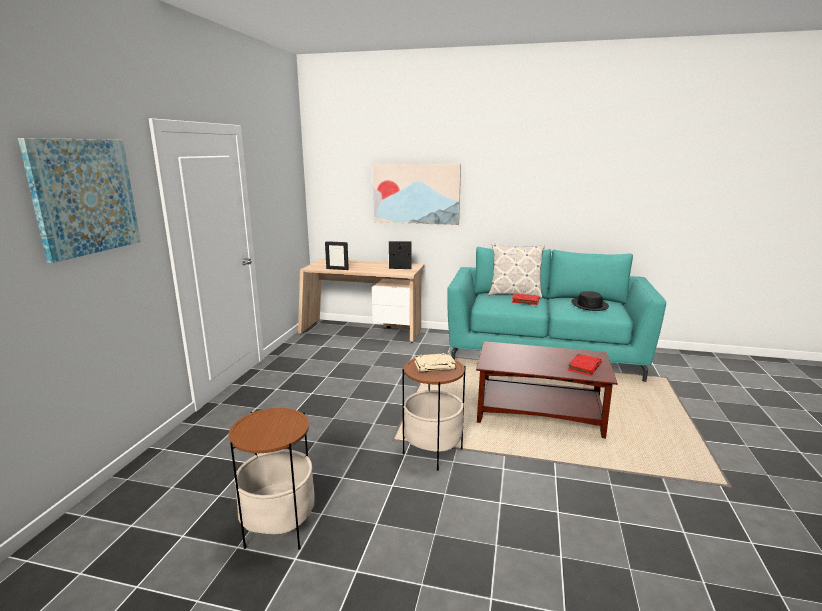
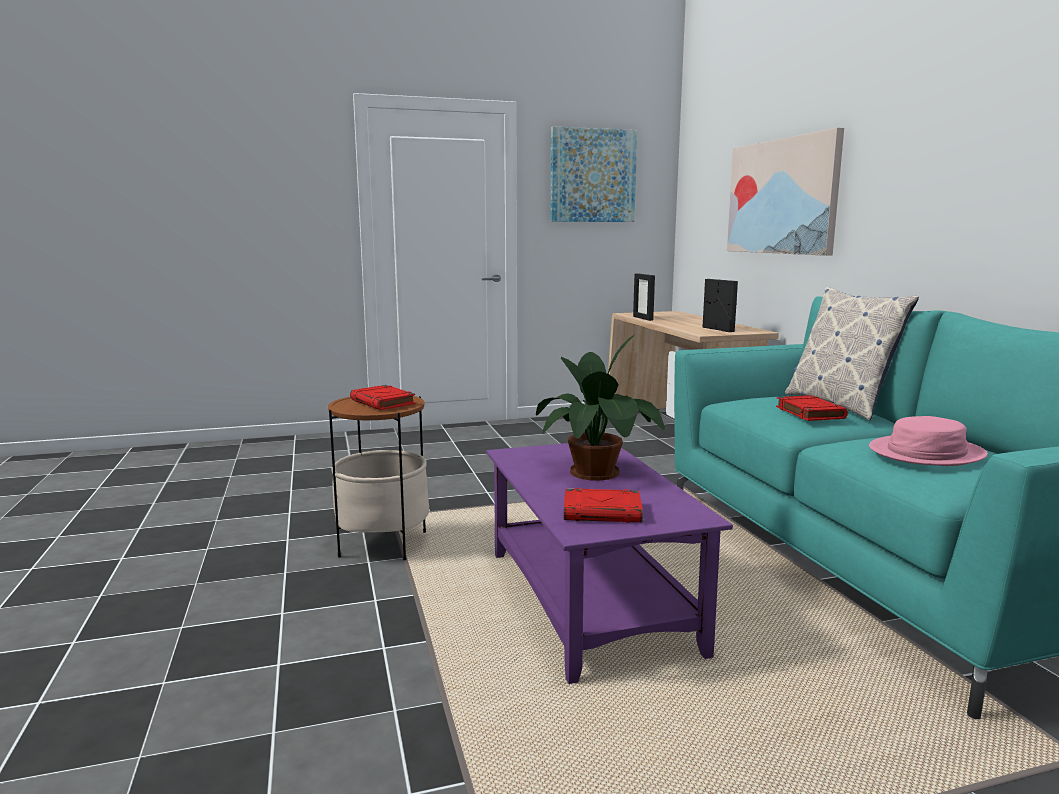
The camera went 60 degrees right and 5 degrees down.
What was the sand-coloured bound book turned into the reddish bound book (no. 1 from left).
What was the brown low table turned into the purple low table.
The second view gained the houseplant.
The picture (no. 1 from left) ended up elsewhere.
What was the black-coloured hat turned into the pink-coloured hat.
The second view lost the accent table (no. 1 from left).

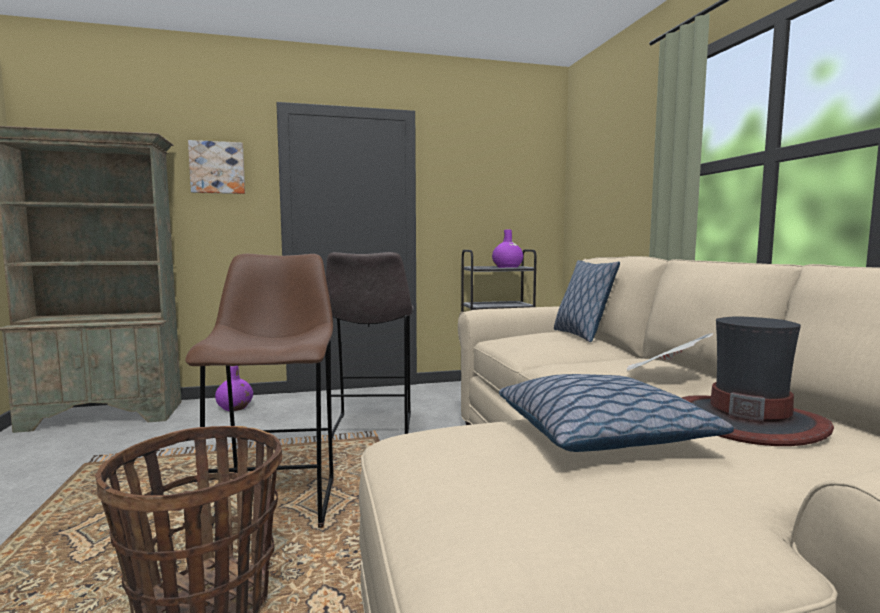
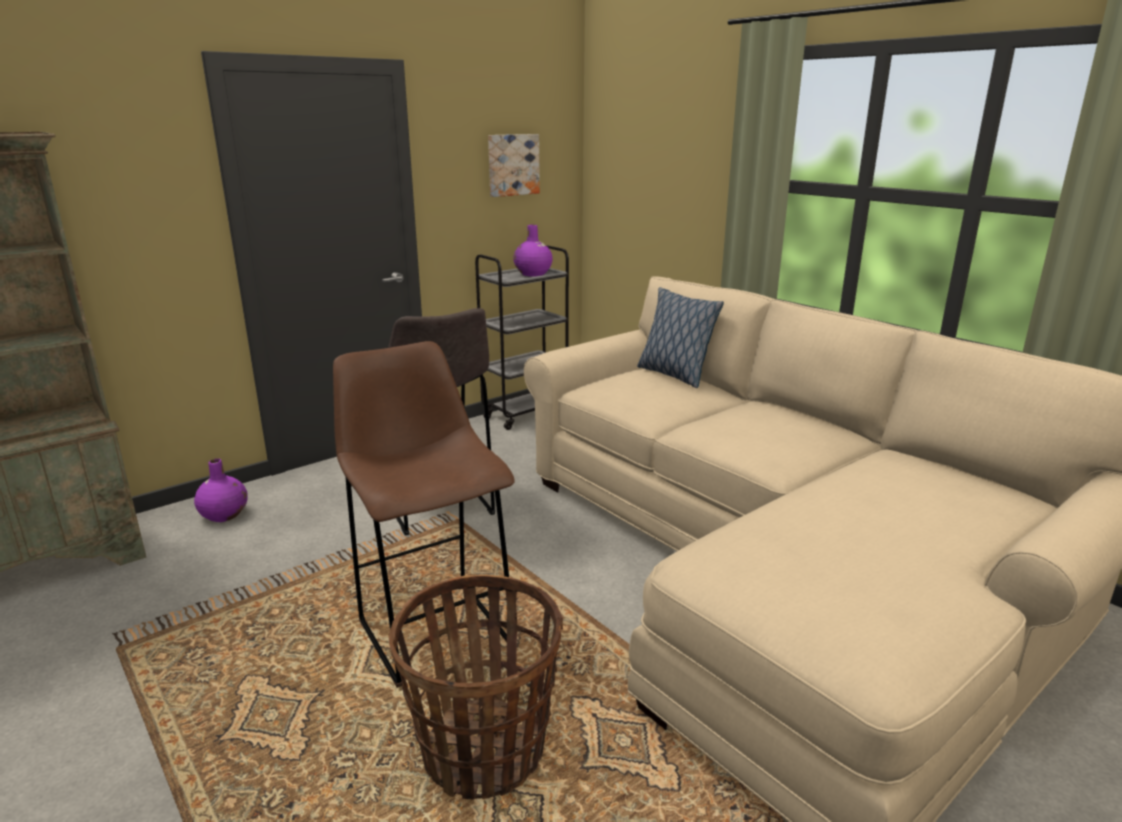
The camera went 25 degrees left and 15 degrees up.
The picture ended up elsewhere.
The second view lost the throw pillow (no. 2 from left).
The second view lost the printed paper.
The second view lost the hat.

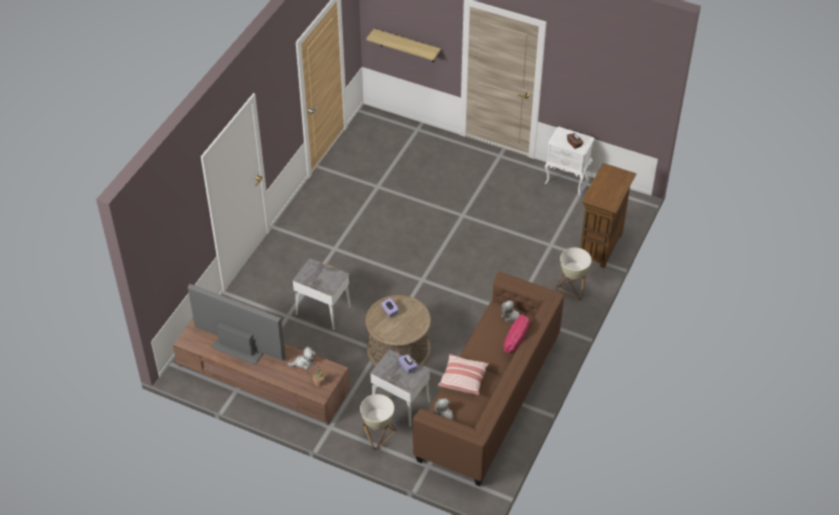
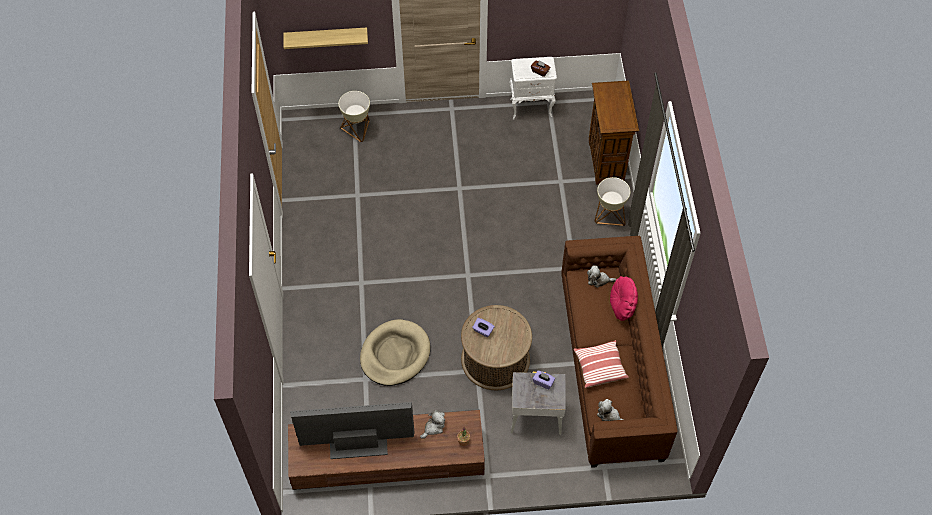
The camera went 30 degrees left and 10 degrees up.
The plant pot (no. 1 from left) ended up elsewhere.
Where the accent table (no. 1 from left) stood, the sand-coloured dog bed came to stand.

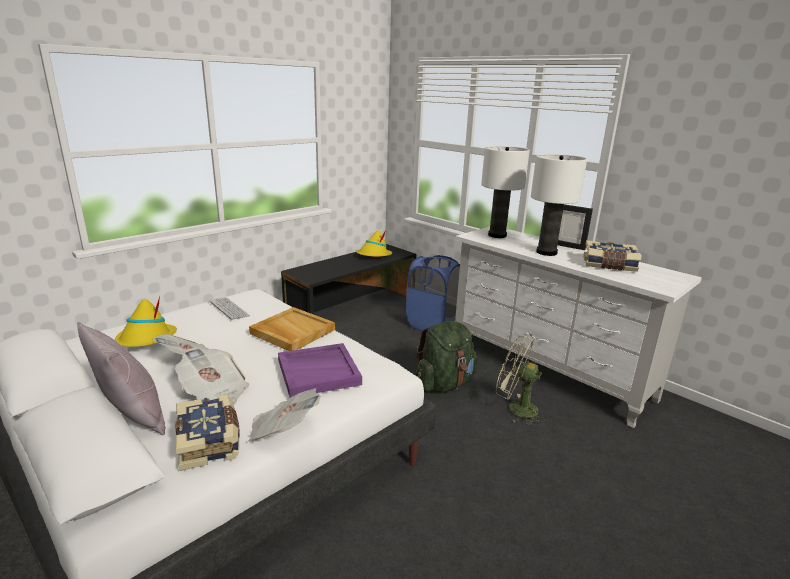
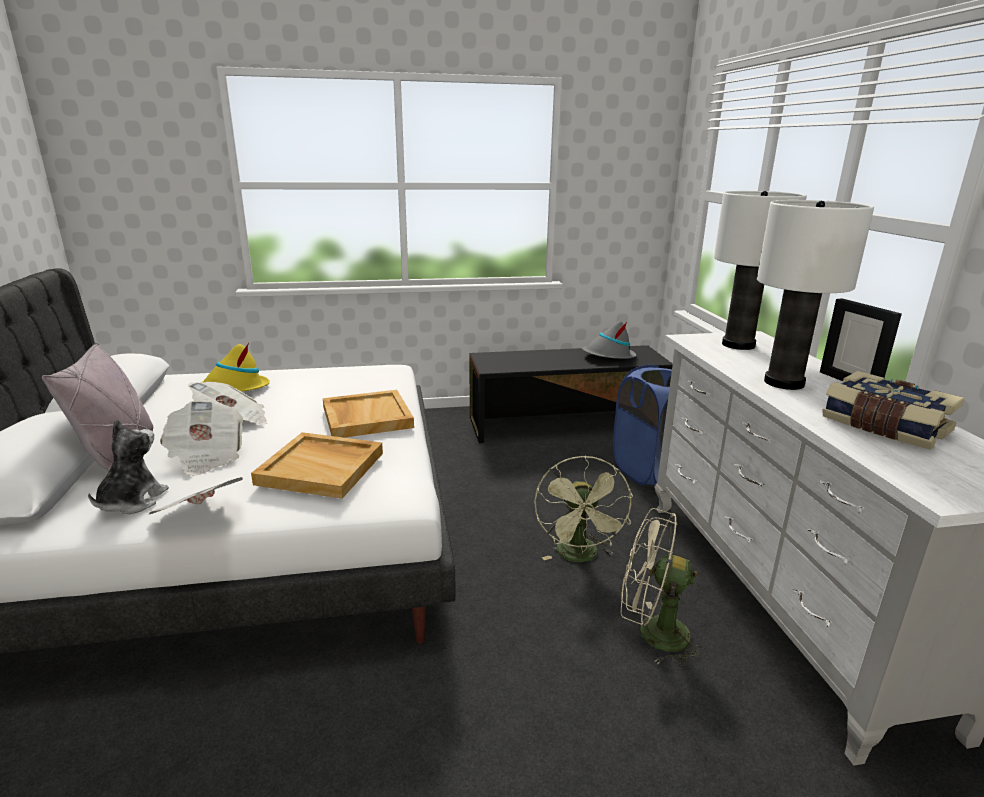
The camera went 35 degrees right and 0 degrees up.
Where the bound book (no. 1 from left) stood, the cuddly toy came to stand.
What was the purple carrying tray turned into the sand-coloured carrying tray (no. 1 from left).
Where the green-coloured knapsack stood, the green-coloured electric fan came to stand.
What was the yellow-coloured hat (no. 2 from left) turned into the greyish hat.
The sand-coloured electric fan ended up facing another way, 45 degrees counterclockwise from before.
The second view lost the PC keyboard.

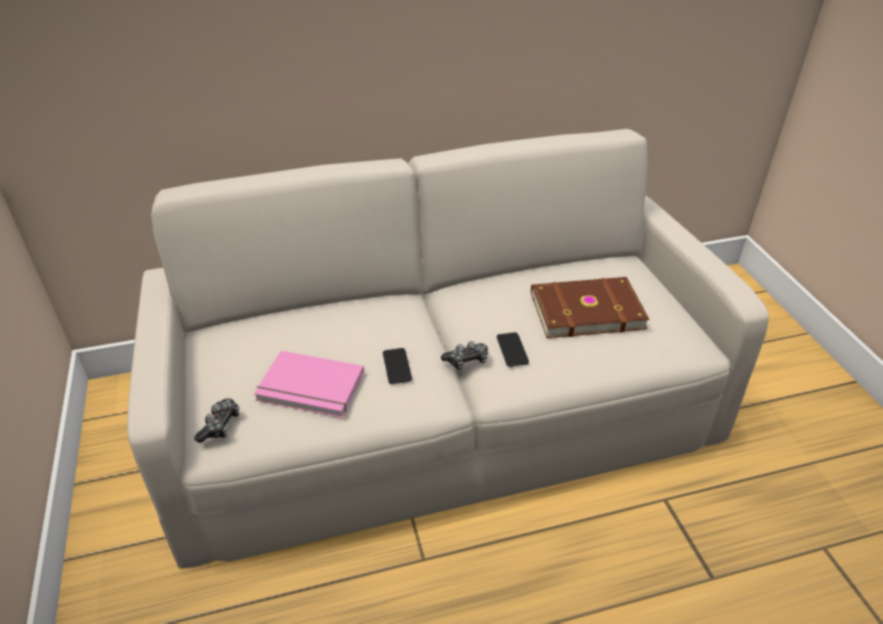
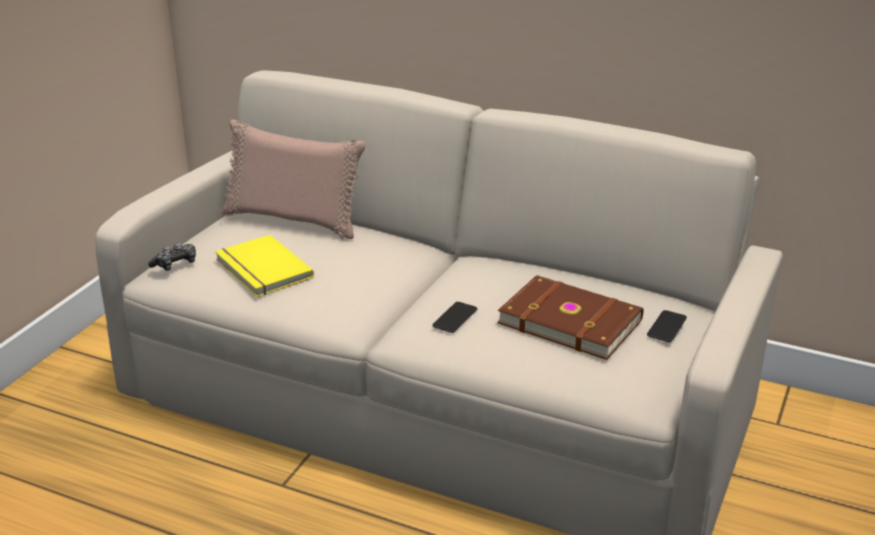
The camera went 40 degrees right and 10 degrees down.
What was the pink-coloured bound book turned into the yellow-coloured bound book.
The second view gained the sand-coloured throw pillow.
The telephone (no. 1 from left in the first image) ended up elsewhere.
The second view lost the joypad (no. 2 from left).

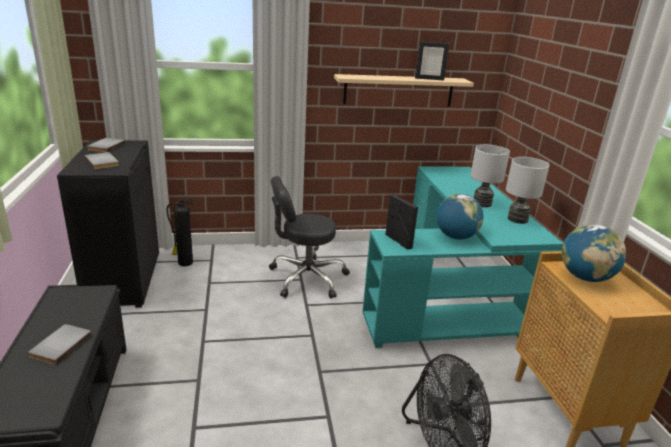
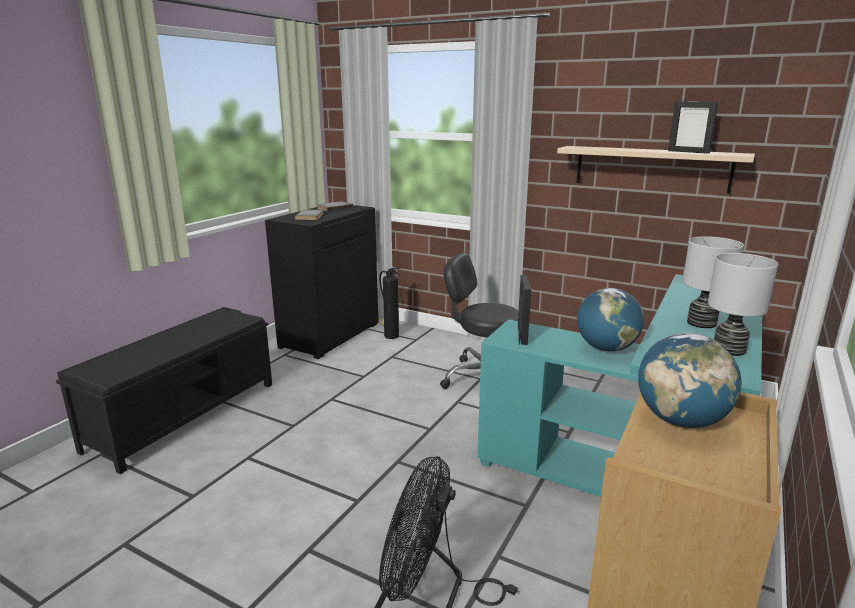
The camera went 40 degrees right and 5 degrees down.
The second view lost the greyish bound book (no. 1 from left).

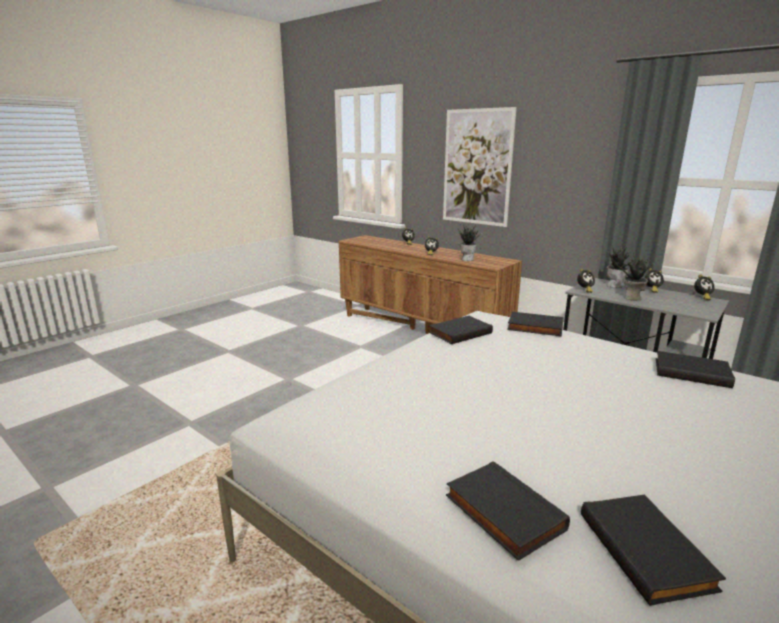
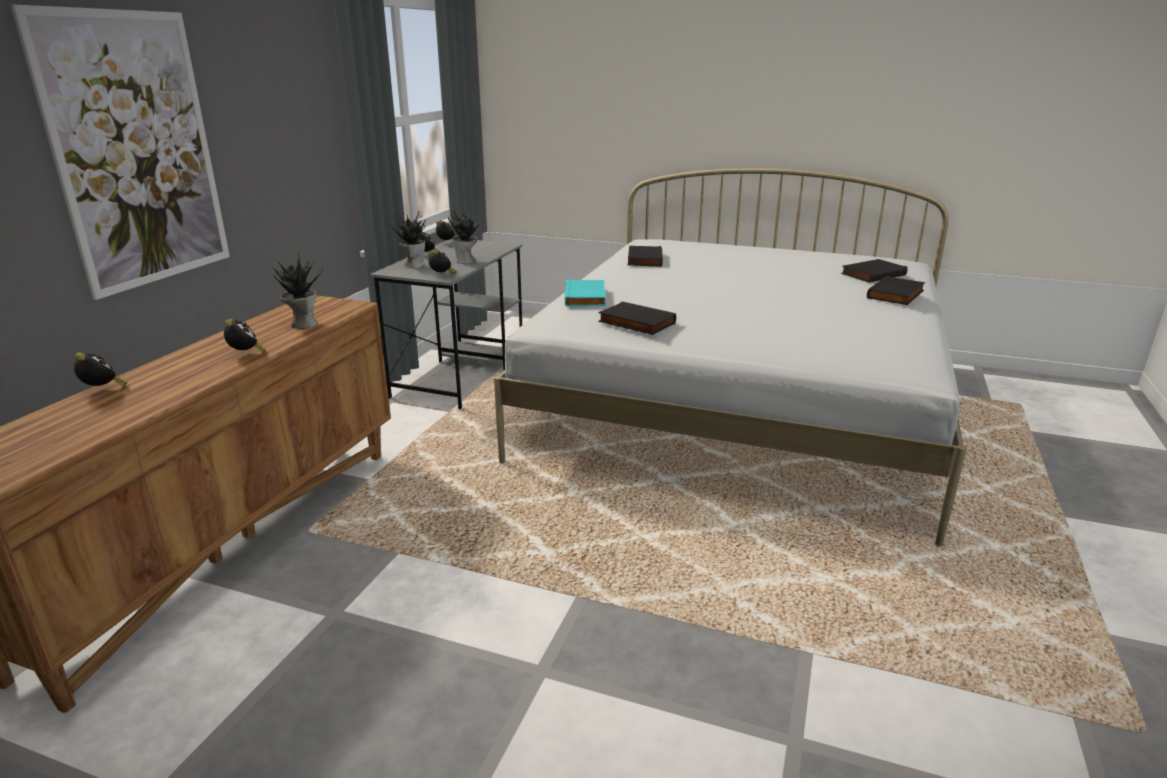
The camera went 110 degrees left and 5 degrees up.
What was the black-coloured bound book (no. 3 from left) turned into the turquoise-coloured bound book.

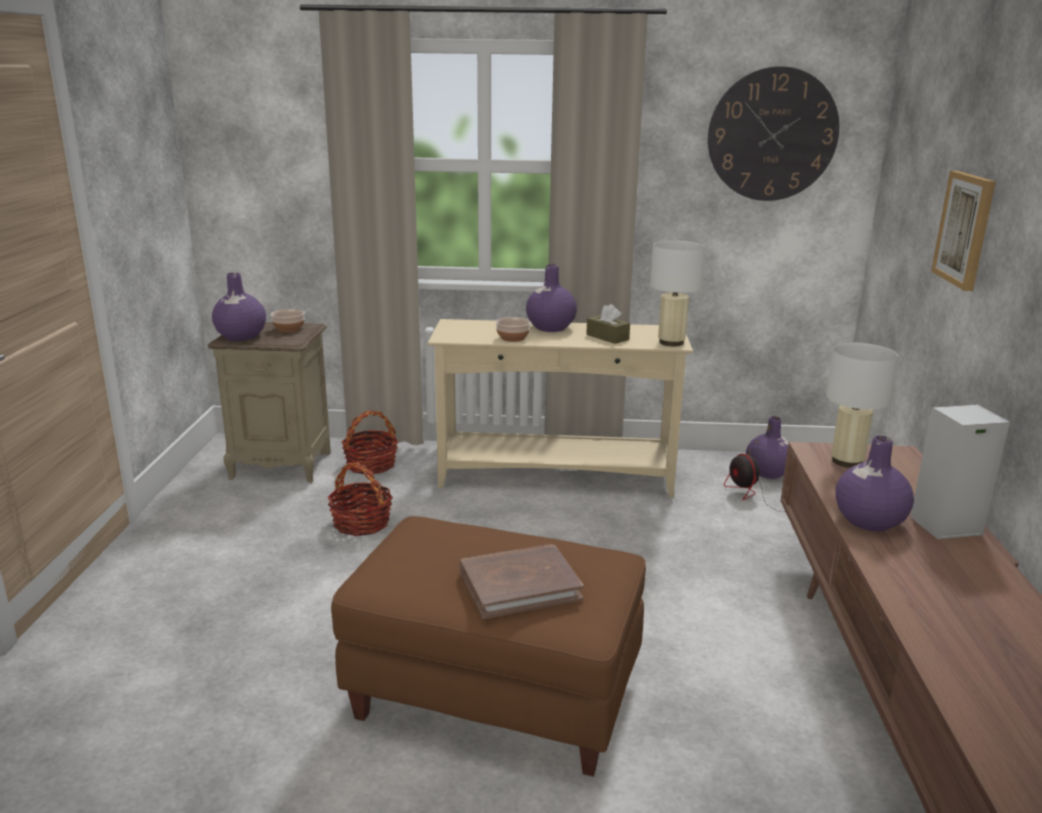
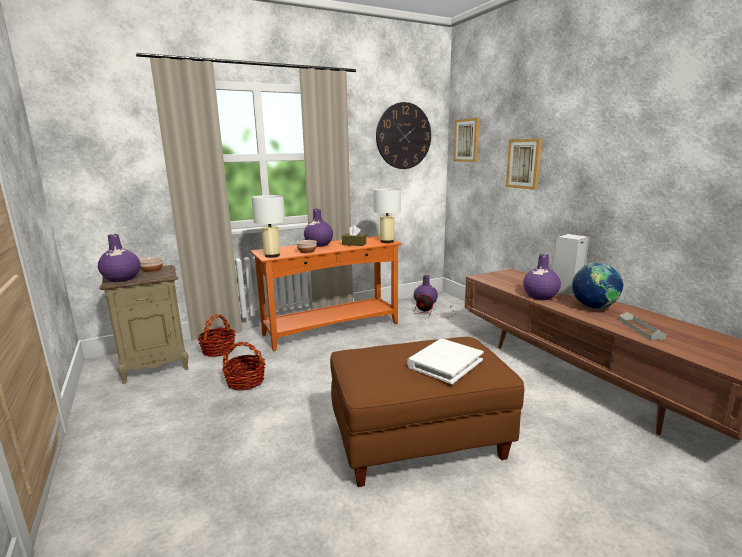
The camera went 30 degrees left and 5 degrees down.
What was the sand-coloured narrow table turned into the orange narrow table.
The white-coloured lamp for a table (no. 2 from left in the first image) ended up elsewhere.
What was the brown bound book turned into the white-coloured bound book.
The second view gained the picture (no. 1 from left).
The second view gained the globe.
The second view gained the greyish carrying tray.

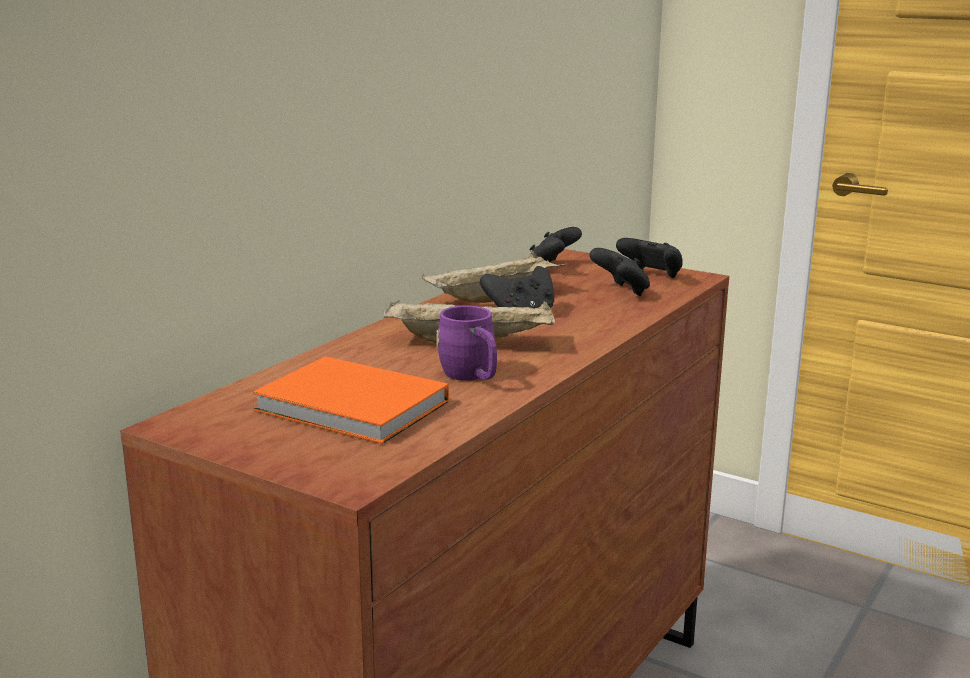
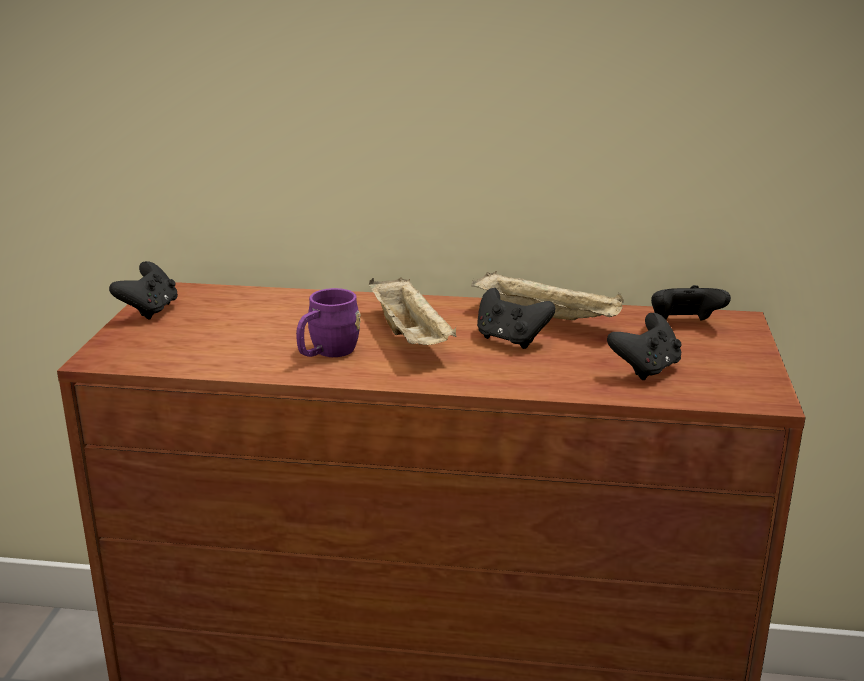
The camera went 65 degrees right and 5 degrees up.
The black-coloured joypad (no. 4 from left in the first image) ended up elsewhere.
The second view lost the orange bound book.

